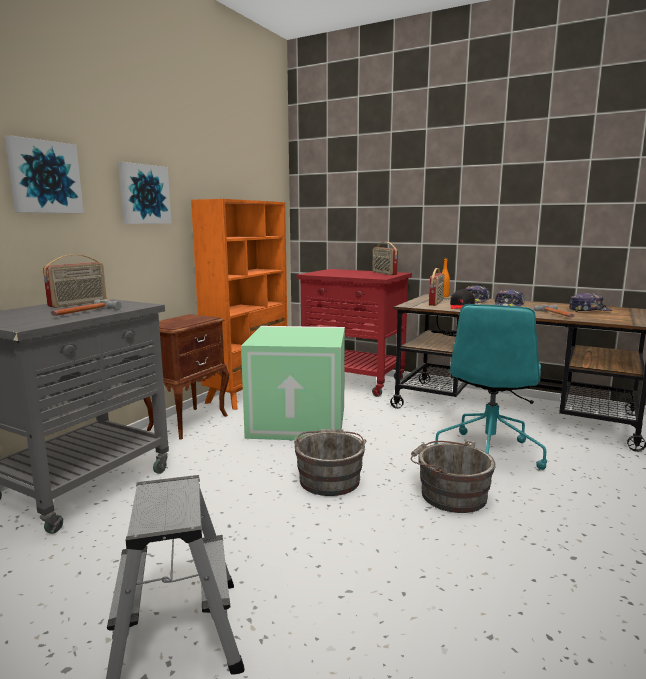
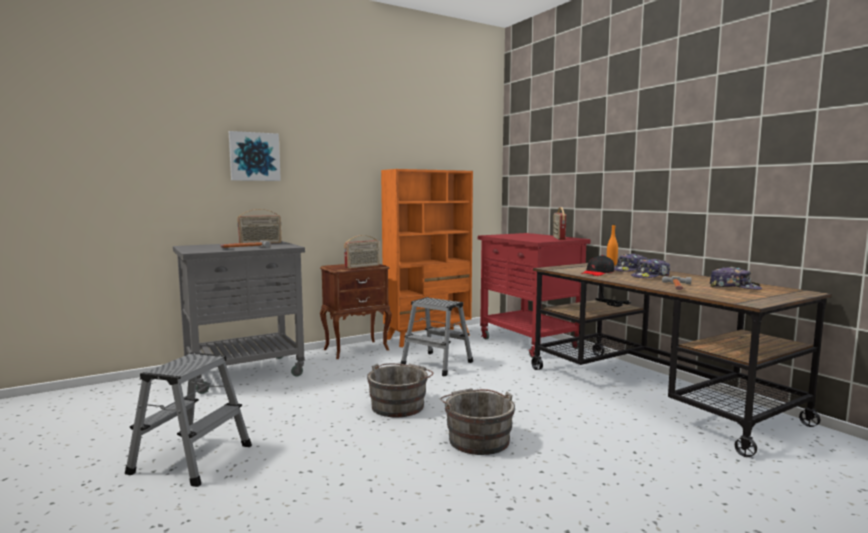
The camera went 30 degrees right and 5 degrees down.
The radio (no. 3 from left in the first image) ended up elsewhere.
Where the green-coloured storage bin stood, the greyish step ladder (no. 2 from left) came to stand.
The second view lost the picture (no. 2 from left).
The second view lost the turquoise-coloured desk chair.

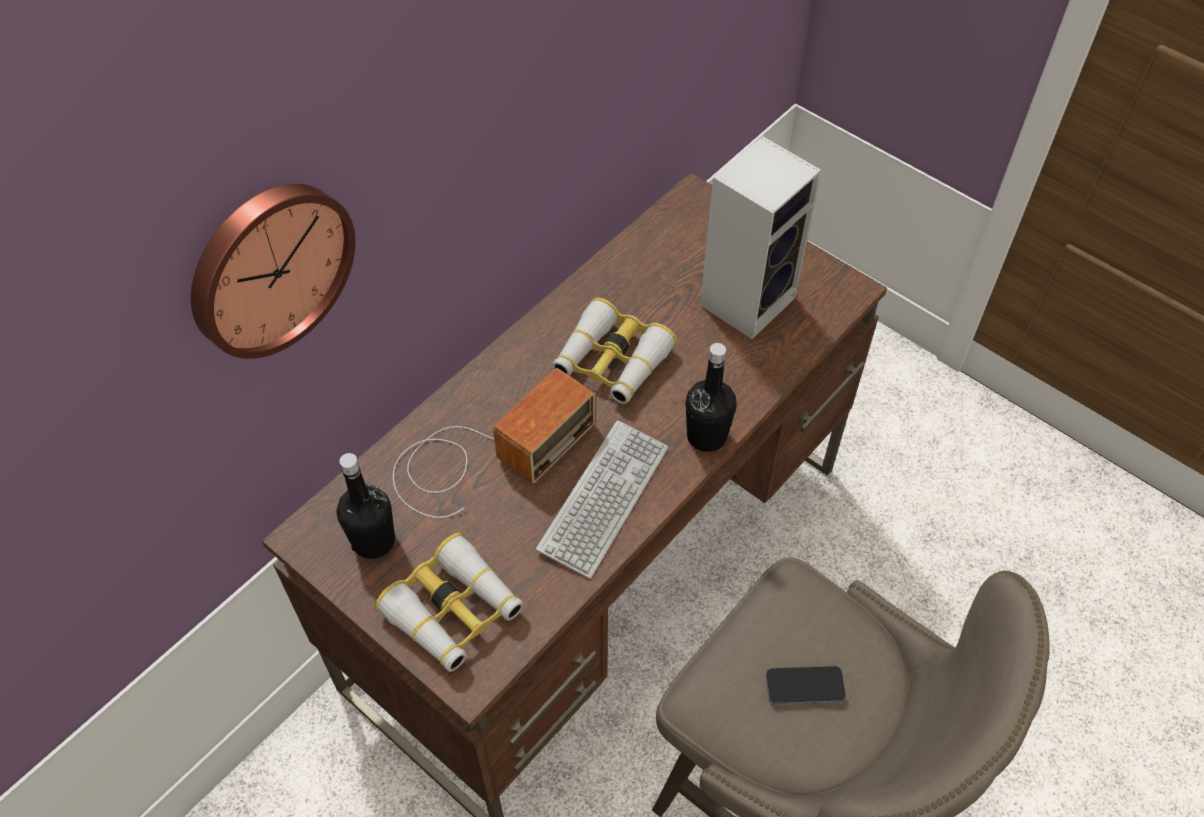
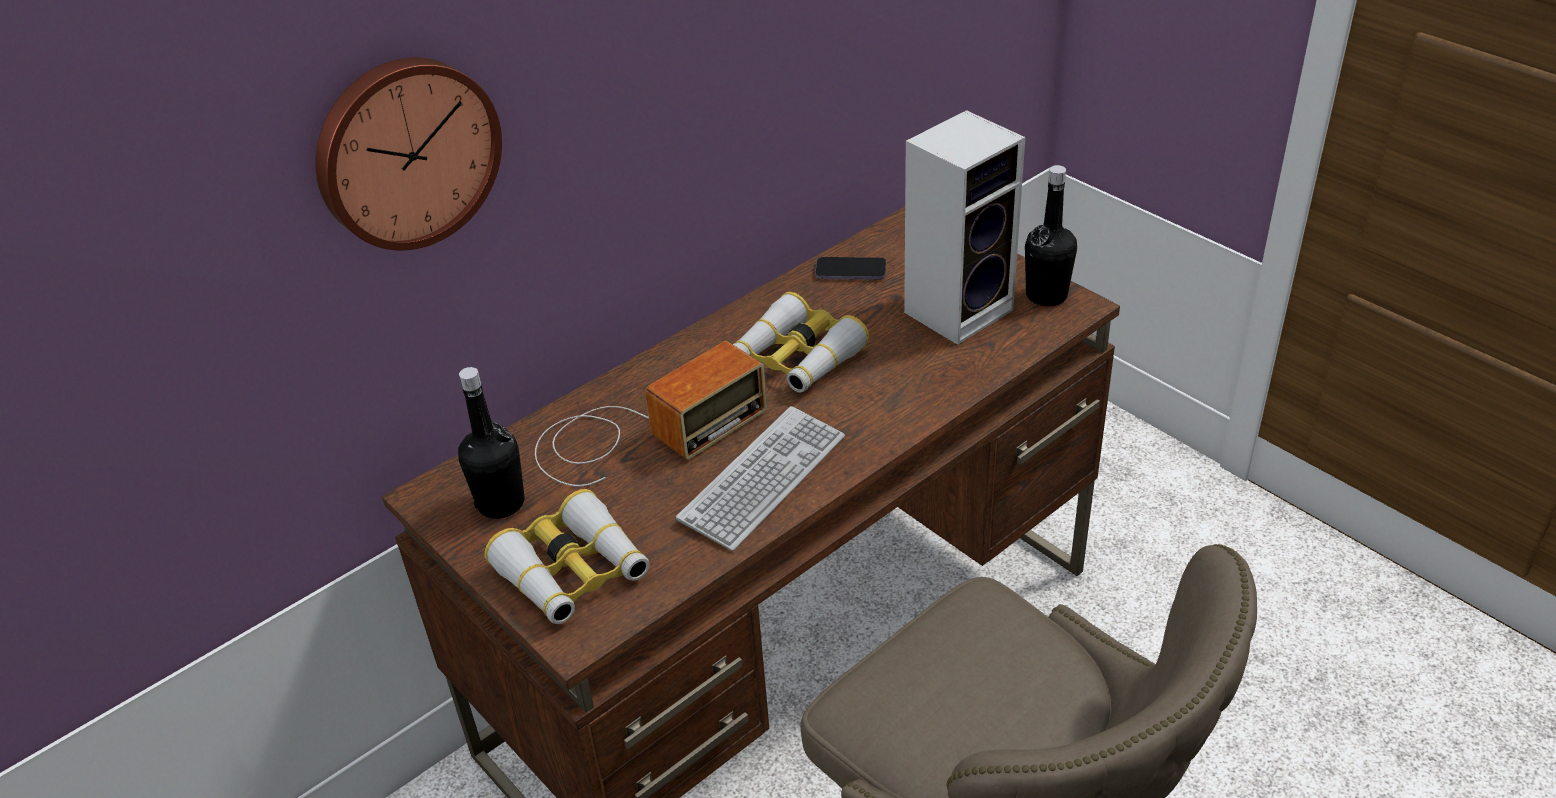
The camera went 10 degrees right and 15 degrees down.
The telephone ended up elsewhere.
The black-coloured drink bottle (no. 2 from left) ended up elsewhere.

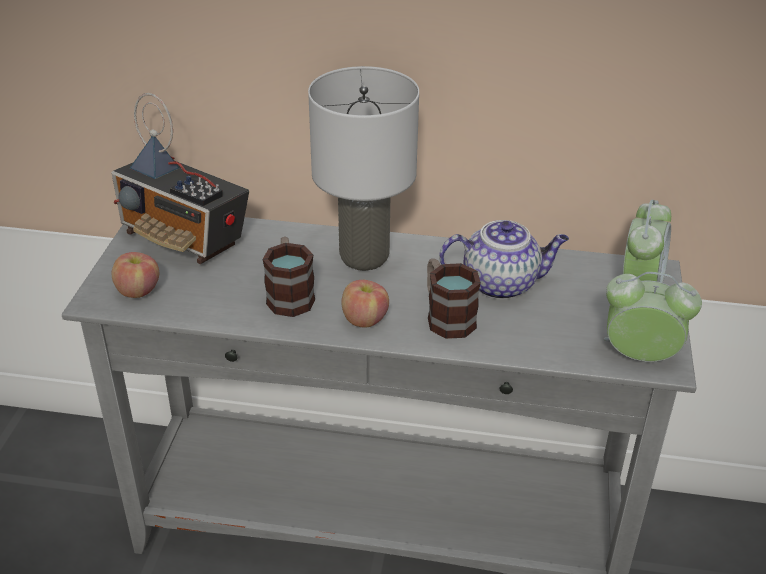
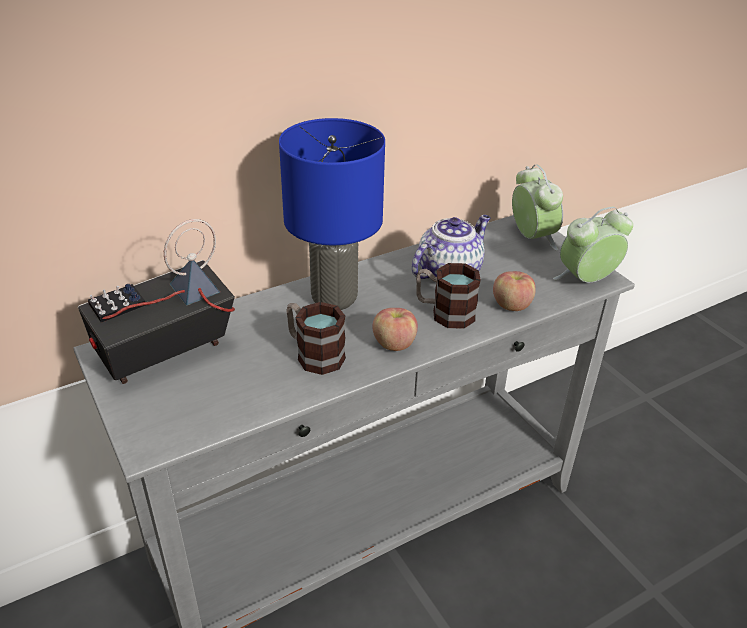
The camera went 40 degrees left and 0 degrees up.
The radio ended up facing another way, 150 degrees clockwise from before.
What was the white-coloured lamp for a table turned into the bluish lamp for a table.
The apple (no. 1 from left in the first image) ended up elsewhere.

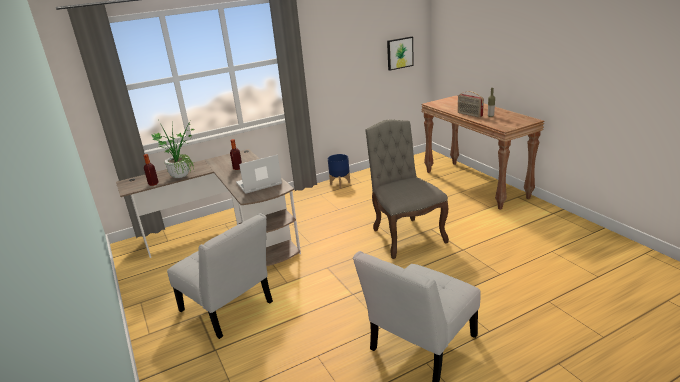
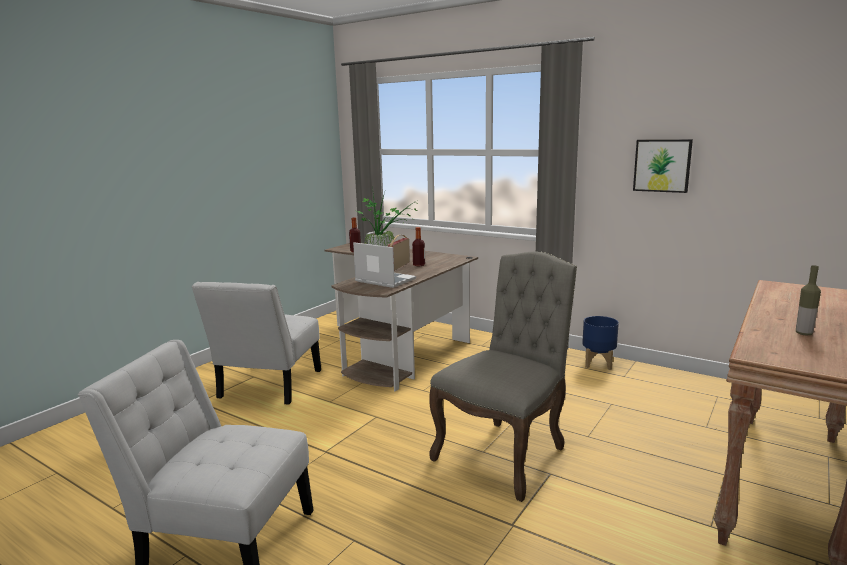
The camera went 60 degrees right and 10 degrees down.
The radio ended up elsewhere.
The picture ended up elsewhere.

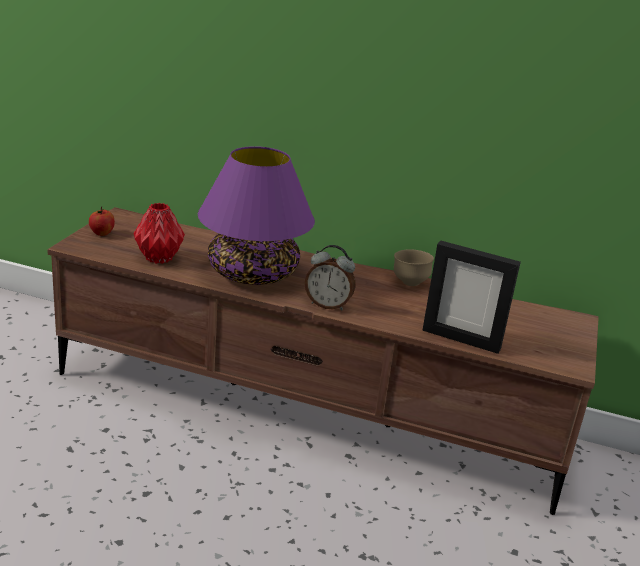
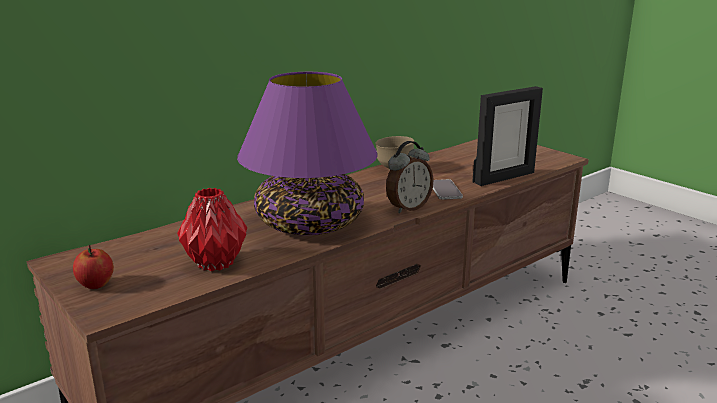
The camera went 55 degrees left and 5 degrees down.
The second view gained the telephone.

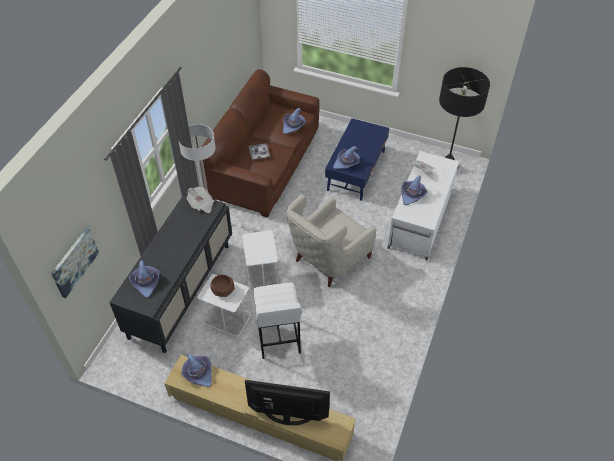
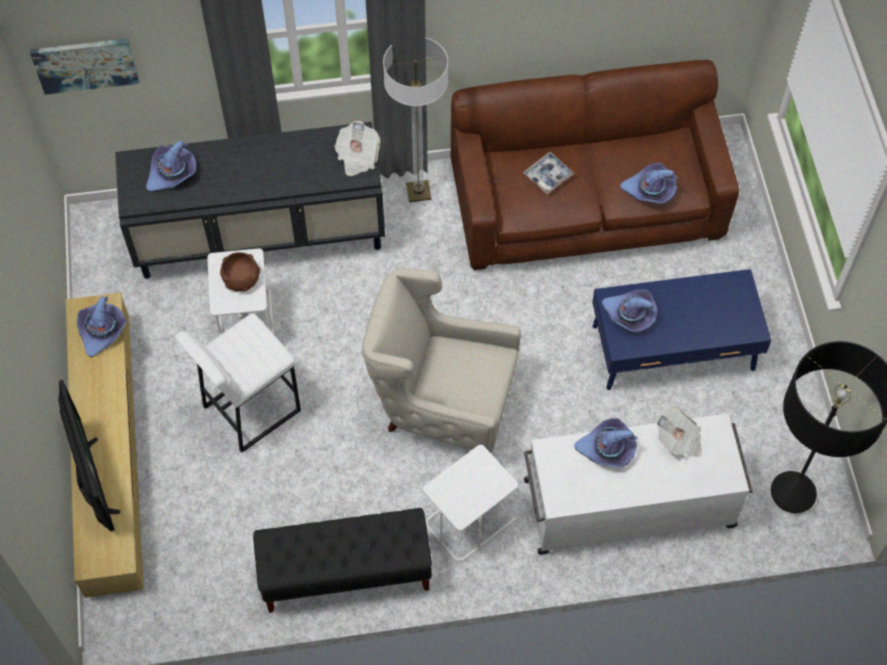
The camera went 60 degrees right and 10 degrees up.
The second view gained the black-coloured indoor bench.
The white-coloured accent table (no. 2 from left) ended up elsewhere.

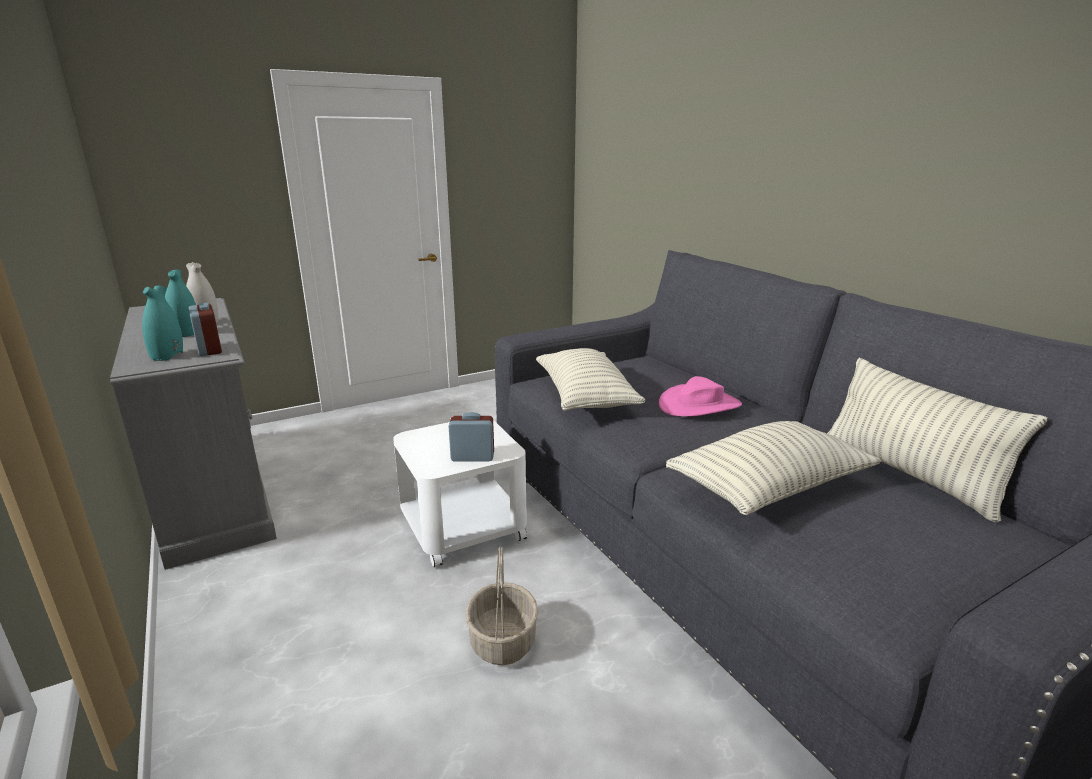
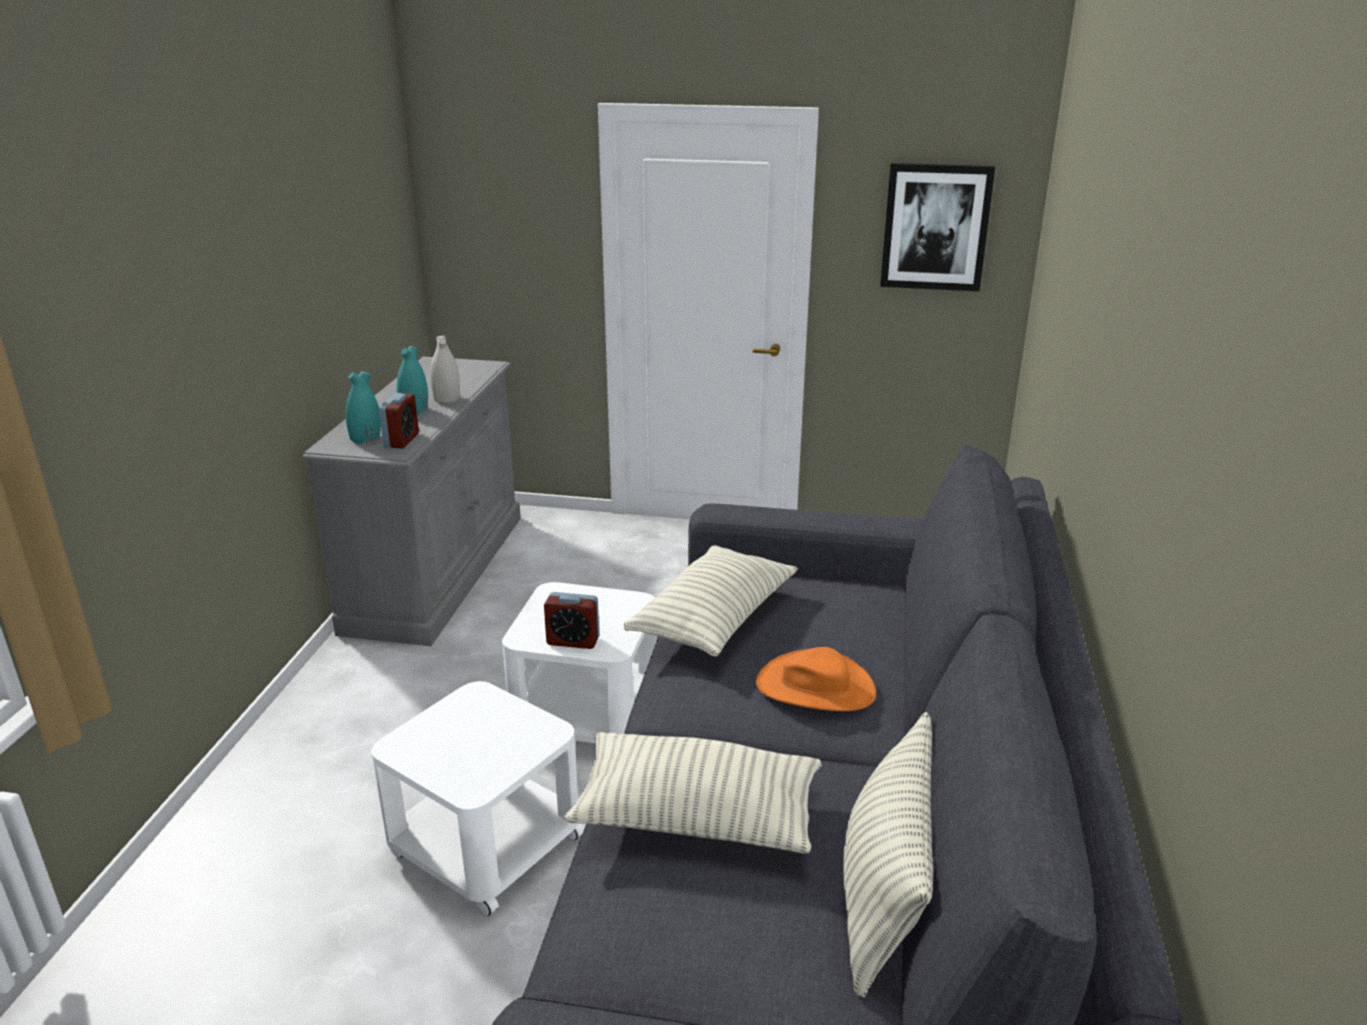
The camera went 40 degrees right and 5 degrees up.
Where the household basket stood, the white-coloured accent table (no. 1 from left) came to stand.
The alarm clock (no. 2 from left) ended up facing another way, 150 degrees clockwise from before.
What was the pink-coloured hat turned into the orange hat.
The second view gained the picture.

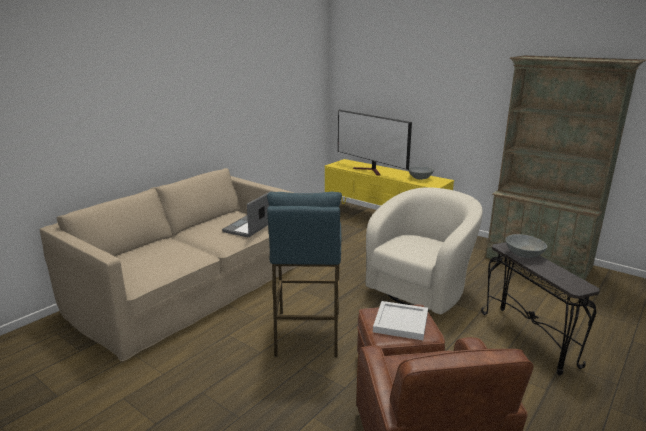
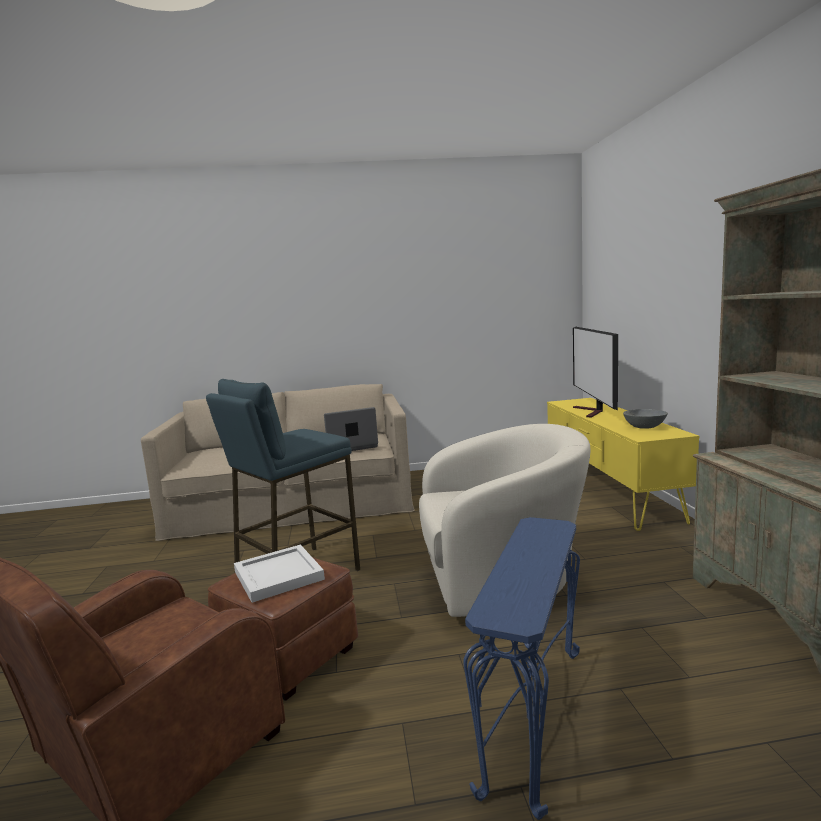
The camera went 45 degrees right and 10 degrees down.
What was the black-coloured accent table turned into the bluish accent table.
The second view lost the greyish deep dish (no. 2 from left).

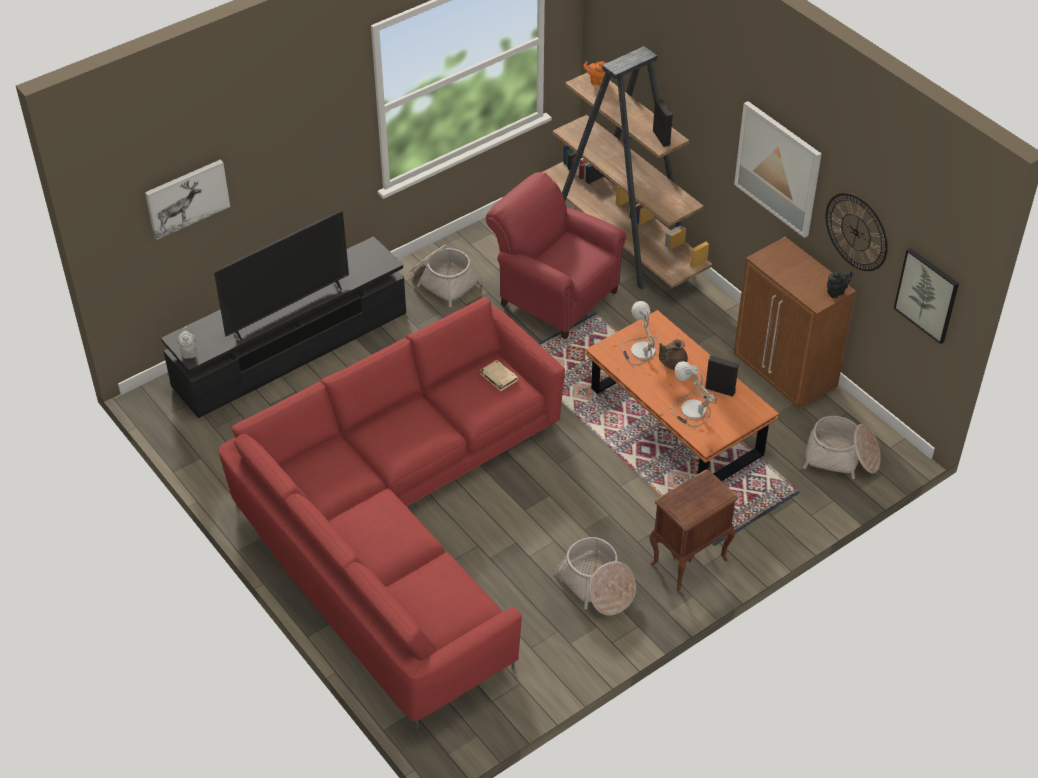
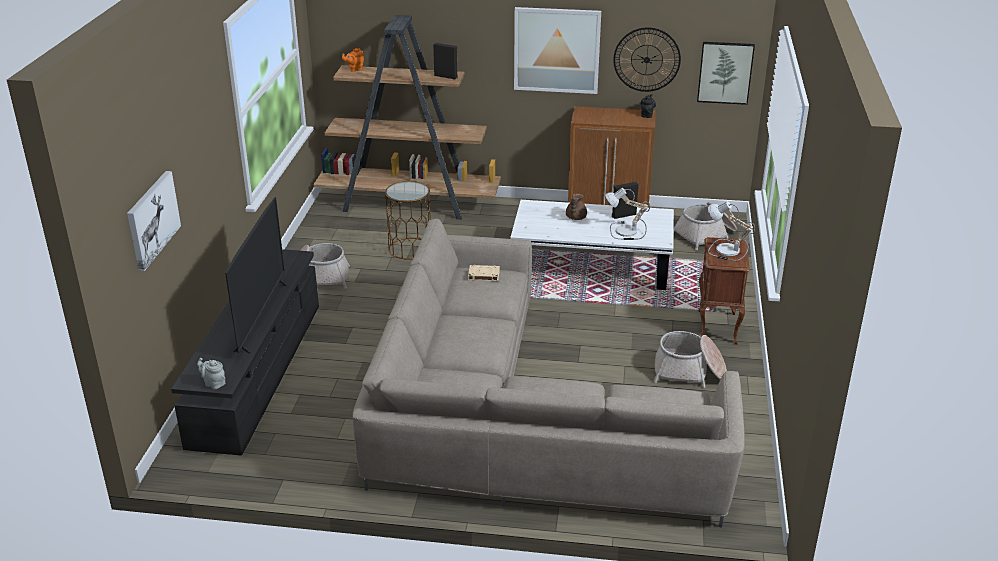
The camera went 45 degrees left and 15 degrees down.
What was the reddish settee turned into the sand-coloured settee.
Where the reddish armchair stood, the brown accent table came to stand.
What was the orange low table turned into the white-coloured low table.
The lamp for a table (no. 1 from left in the first image) ended up elsewhere.

